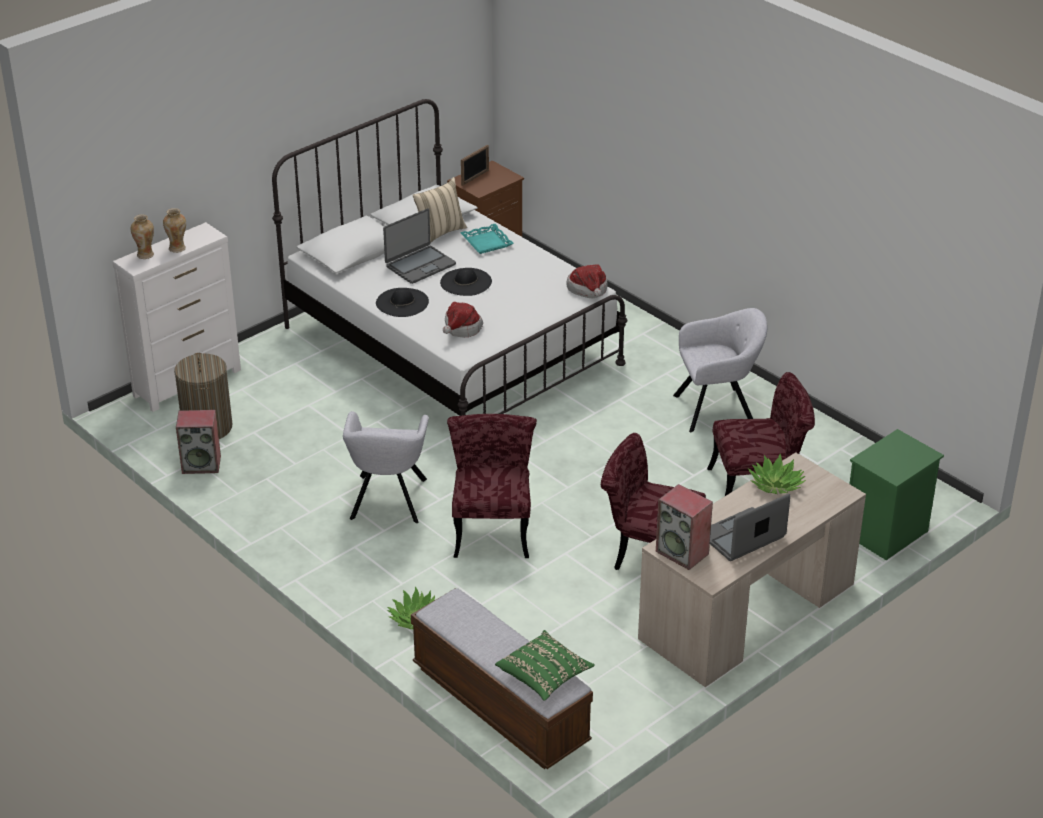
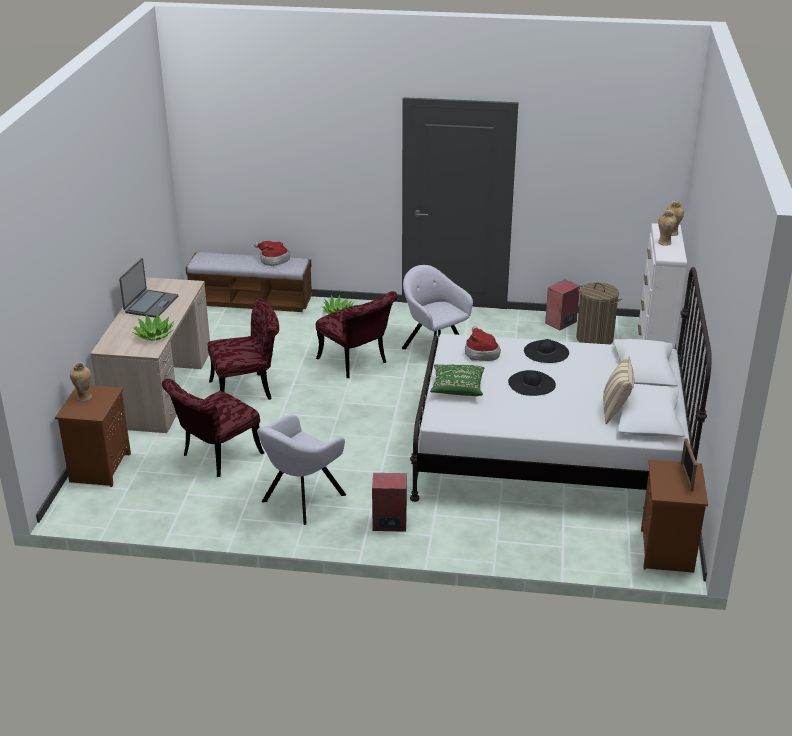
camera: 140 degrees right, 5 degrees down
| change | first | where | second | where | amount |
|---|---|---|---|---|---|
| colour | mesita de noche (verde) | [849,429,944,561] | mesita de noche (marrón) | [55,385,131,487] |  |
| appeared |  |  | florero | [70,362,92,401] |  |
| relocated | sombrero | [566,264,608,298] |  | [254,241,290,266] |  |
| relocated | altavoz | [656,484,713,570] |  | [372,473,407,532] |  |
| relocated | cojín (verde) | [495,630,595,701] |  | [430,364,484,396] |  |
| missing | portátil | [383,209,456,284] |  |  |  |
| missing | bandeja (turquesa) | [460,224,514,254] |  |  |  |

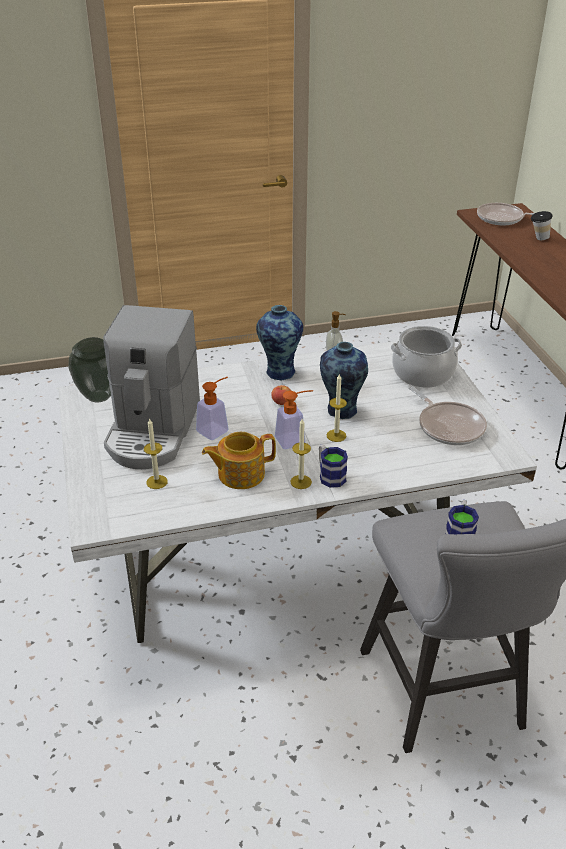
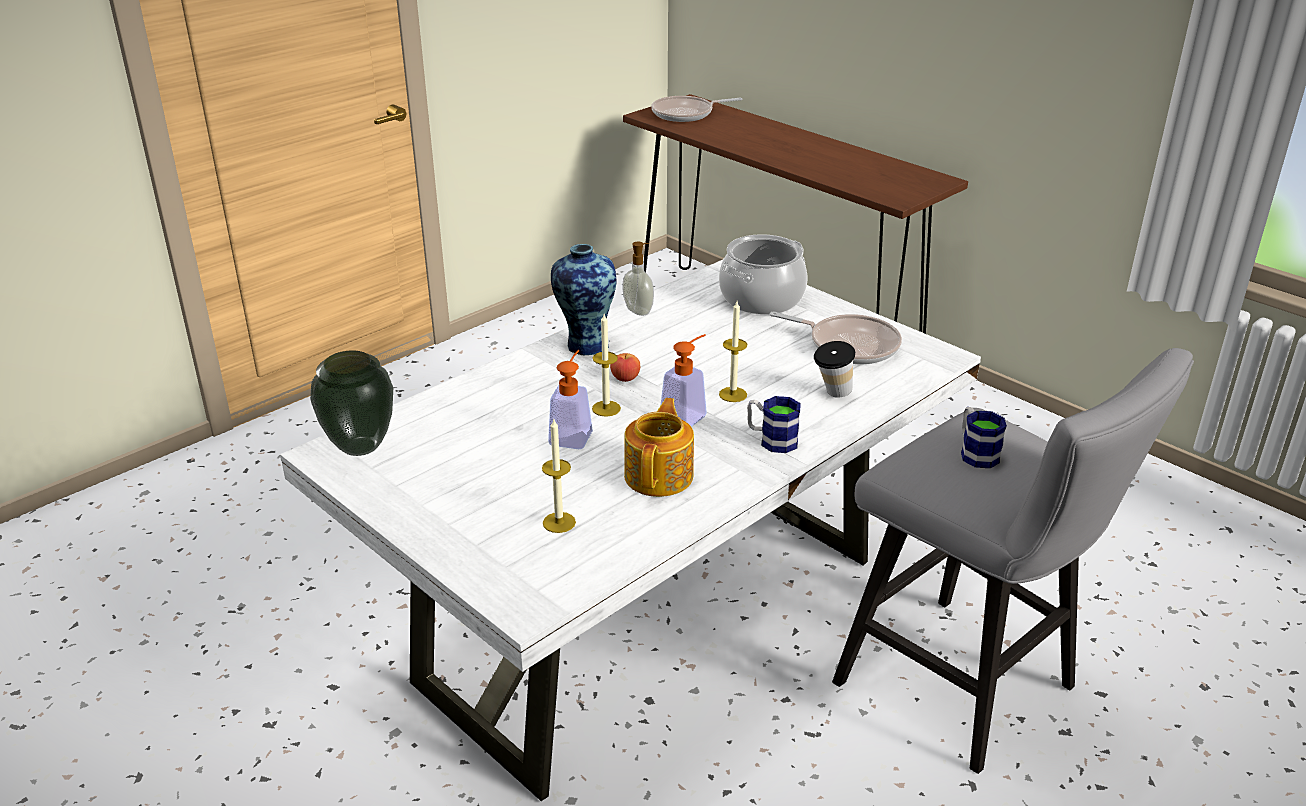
camera: 30 degrees left, 5 degrees down
| change | first | where | second | where | amount |
|---|---|---|---|---|---|
| relocated | vela | [290,419,312,489] |  | [592,314,621,417] |  |
| spun | tetera | [202,432,276,489] |  | [624,398,694,497] | 150 degrees clockwise |
| relocated | taza | [531,211,553,240] |  | [814,341,855,398] |  |
| missing | cafetera | [103,305,200,469] |  |  |  |
| missing | florero | [320,342,368,419] |  |  |  |

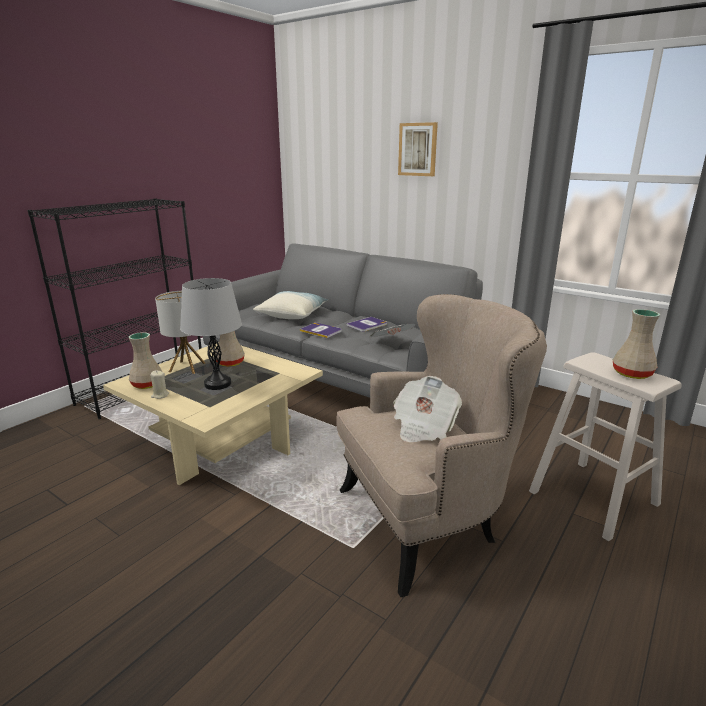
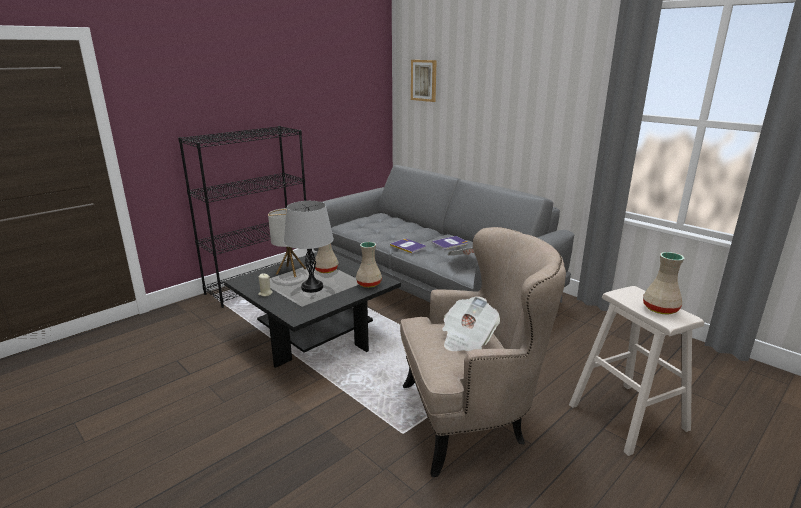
camera: 10 degrees right, 0 degrees up
| change | first | where | second | where | amount |
|---|---|---|---|---|---|
| colour | mesa de centro (beis) | [103,342,323,485] | mesa de centro (negro) | [224,252,401,368] |  |
| relocated | florero (beis) | [129,332,162,389] |  | [356,242,382,288] |  |
| relocated | cuadro | [398,122,438,176] |  | [411,60,437,102] |  |
| missing | cojín | [253,291,328,319] |  |  |  |

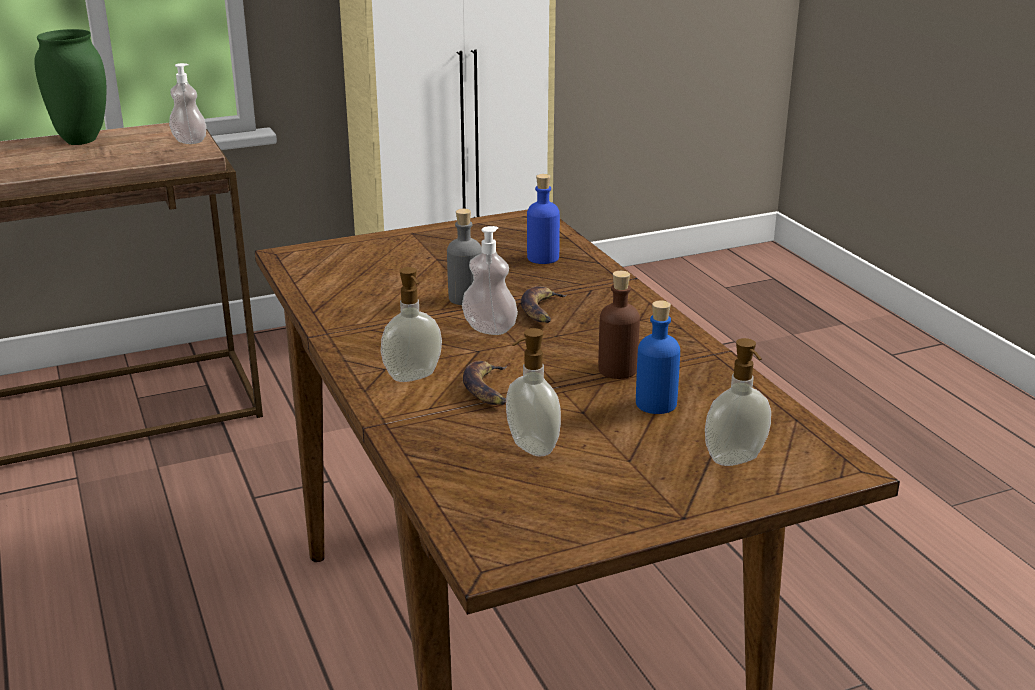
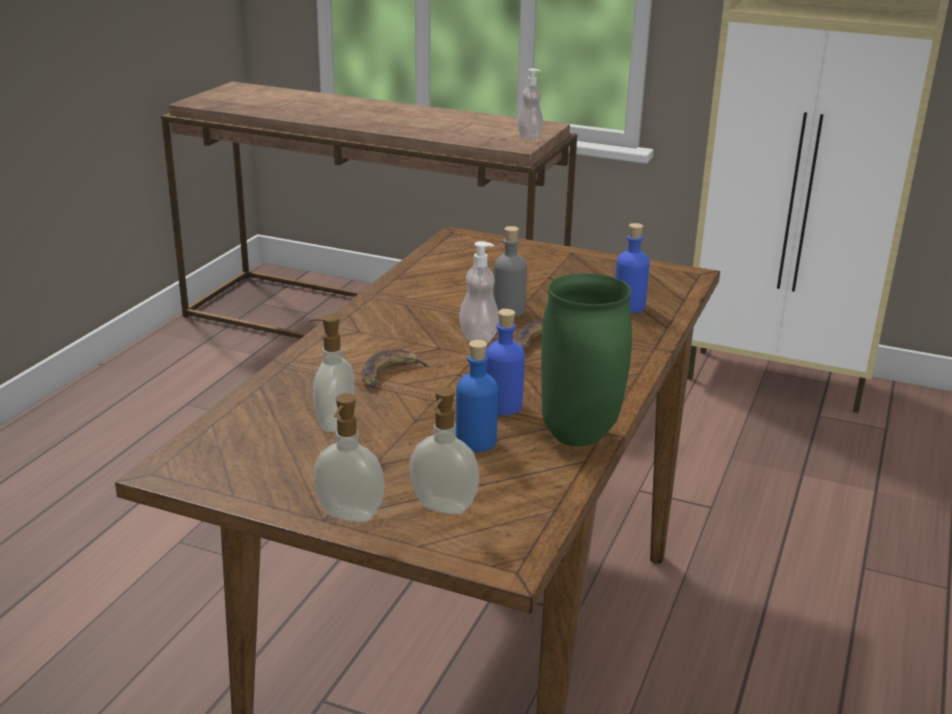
camera: 45 degrees right, 0 degrees up
| change | first | where | second | where | amount |
|---|---|---|---|---|---|
| relocated | dispensador de jabón | [381,267,442,382] |  | [313,393,385,522] |  |
| colour | botella (marrón) | [598,271,640,379] | botella (azul) | [485,309,525,415] |  |
| relocated | florero (verde) | [34,29,106,145] |  | [541,273,632,446] |  |

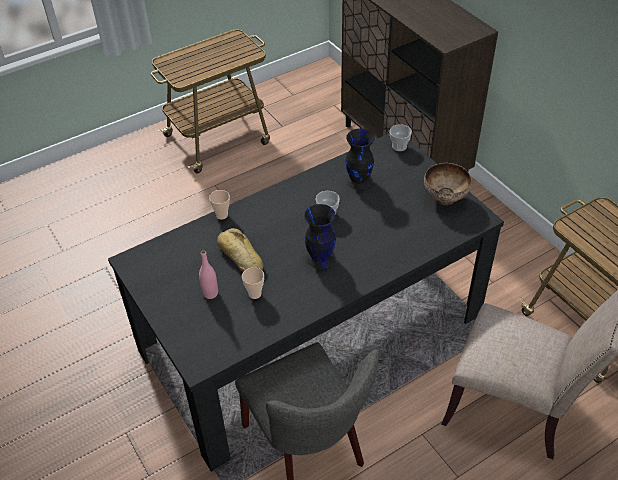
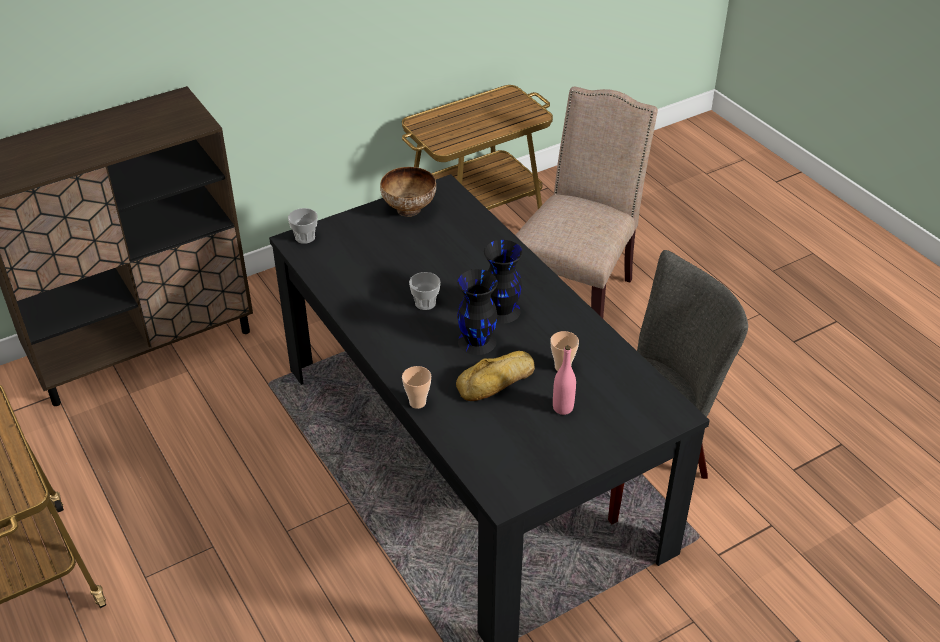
camera: 90 degrees left, 5 degrees down
| change | first | where | second | where | amount |
|---|---|---|---|---|---|
| relocated | florero (negro) | [345,128,375,190] |  | [457,269,498,355] |  |

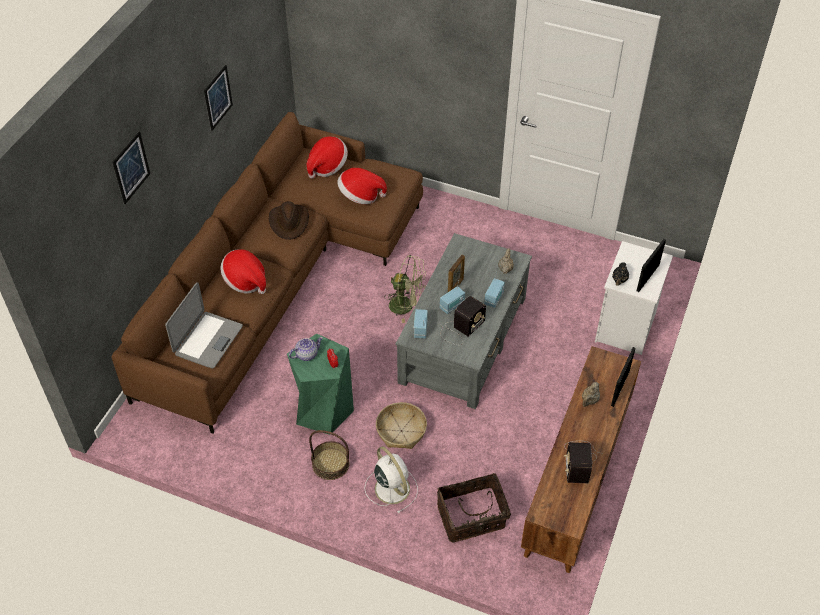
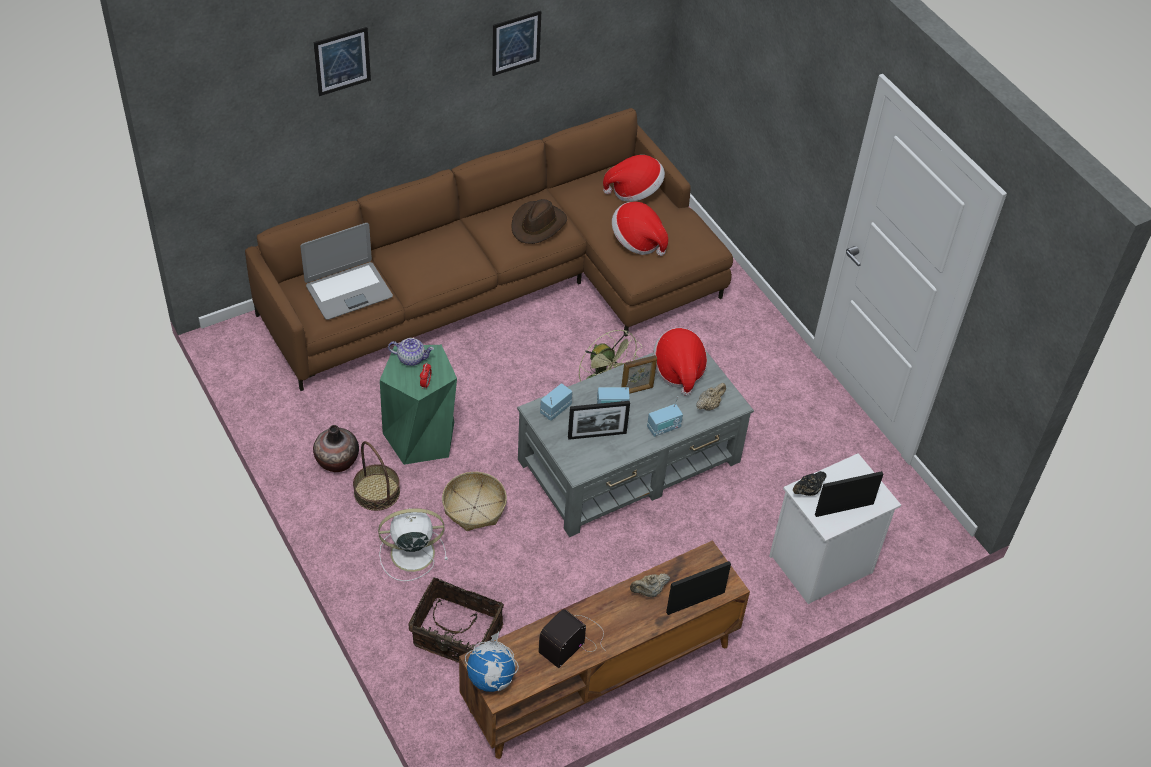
camera: 35 degrees right, 0 degrees up
| change | first | where | second | where | amount |
|---|---|---|---|---|---|
| appeared |  |  | florero | [313,425,359,472] |  |
| spun | ventilador (blanco) | [364,446,418,514] |  | [378,508,448,581] | 105 degrees counterclockwise |
| appeared |  |  | globo terráqueo | [465,631,519,692] |  |
| exchanged | radio | [439,296,486,345] | portarretratos | [568,401,630,440] |  |
| relocated | sombrero | [220,249,266,294] |  | [653,328,707,396] |  |

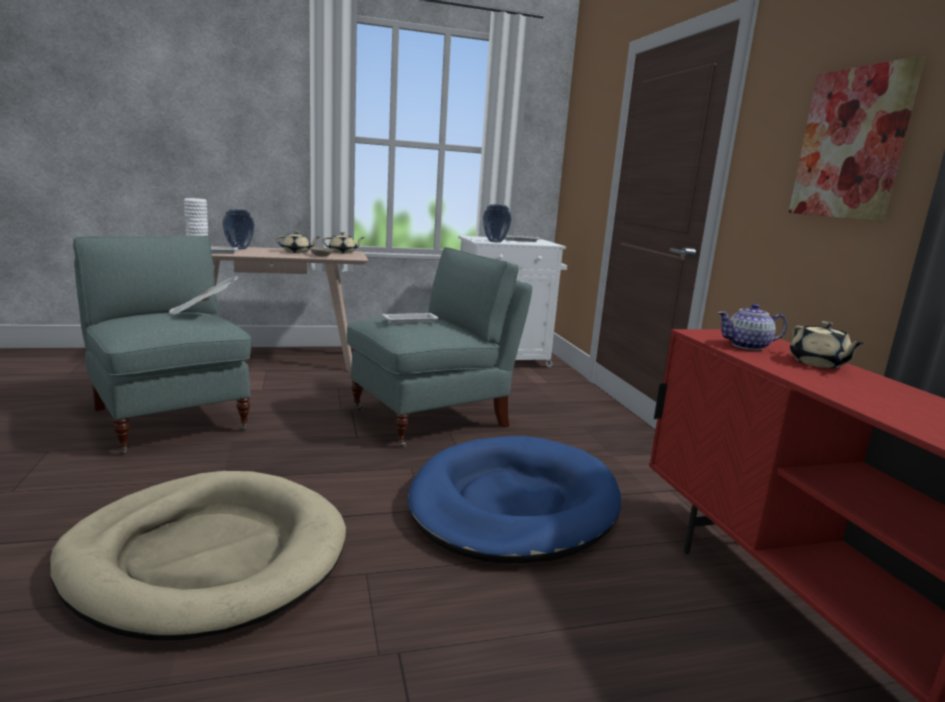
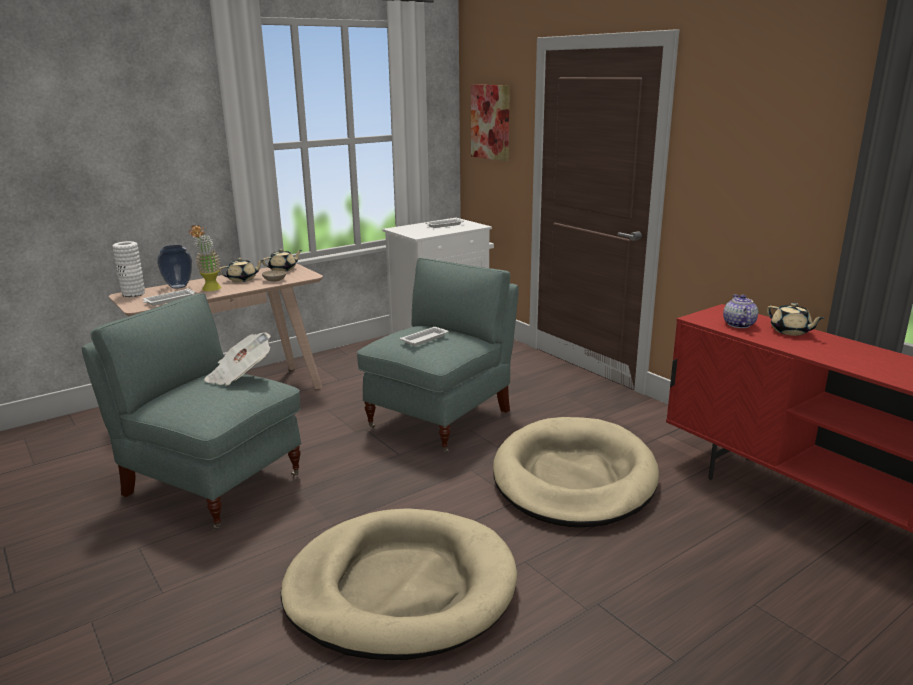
camera: 20 degrees left, 5 degrees up
| change | first | where | second | where | amount |
|---|---|---|---|---|---|
| appeared |  |  | planta en maceta | [189,225,222,291] |  |
| relocated | cuadro | [789,56,925,222] |  | [471,85,510,161] |  |
| colour | cama para perro (azul) | [408,436,621,563] | cama para perro (beis) | [493,417,659,527] |  |
| spun | tetera | [718,304,787,350] |  | [723,295,758,328] | 120 degrees clockwise |
| missing | florero | [483,204,512,242] |  |  |  |

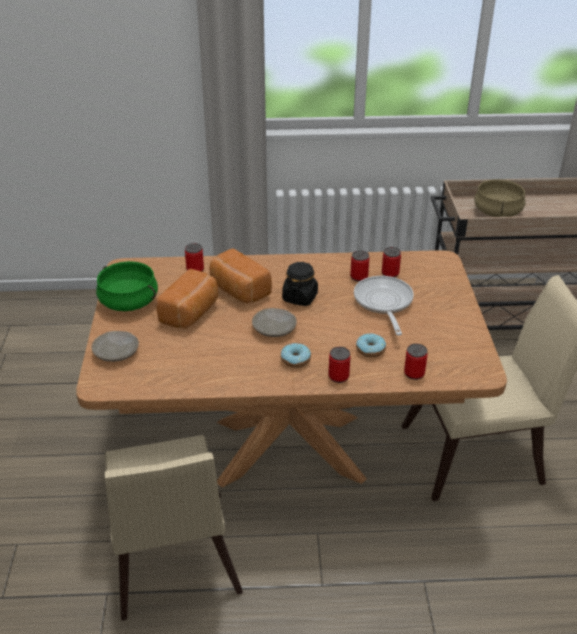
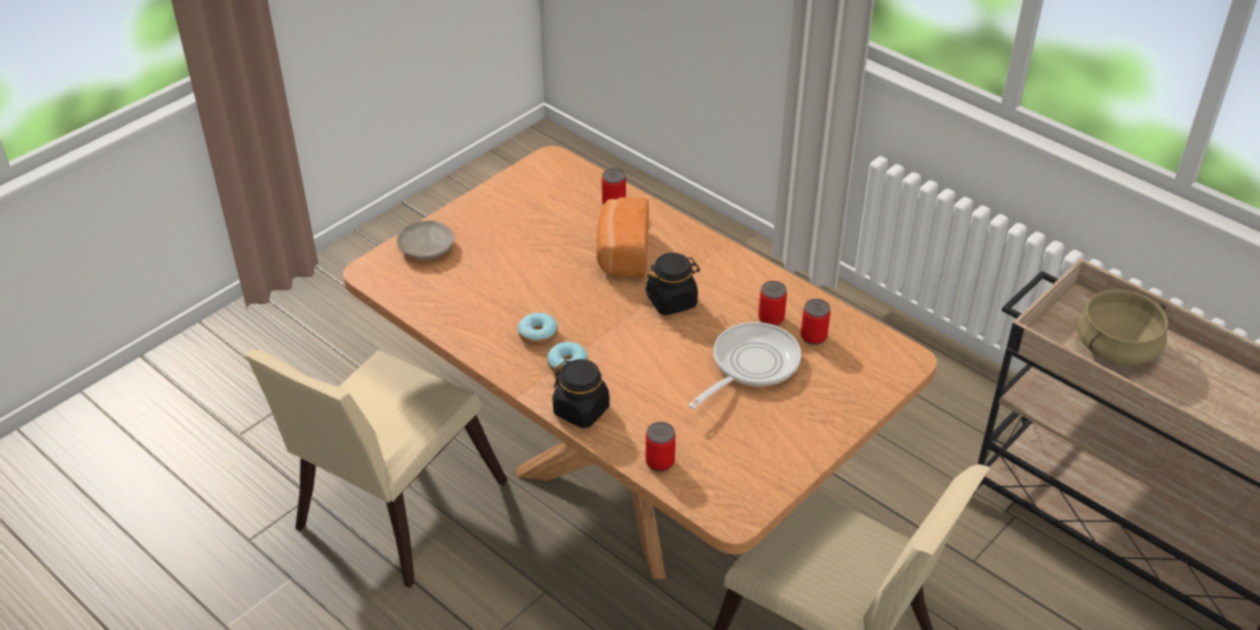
camera: 45 degrees right, 5 degrees up
| change | first | where | second | where | amount |
|---|---|---|---|---|---|
| relocated | rosquilla | [356,333,386,357] |  | [518,313,558,346] |  |
| exchanged | lata | [329,347,351,383] | tarro (negro) | [552,359,609,428] |  |
| missing | olla (verde) | [96,261,158,311] |  |  |  |
| missing | pan | [156,269,218,329] |  |  |  |
| missing | plato (beis) | [252,308,297,337] |  |  |  |

